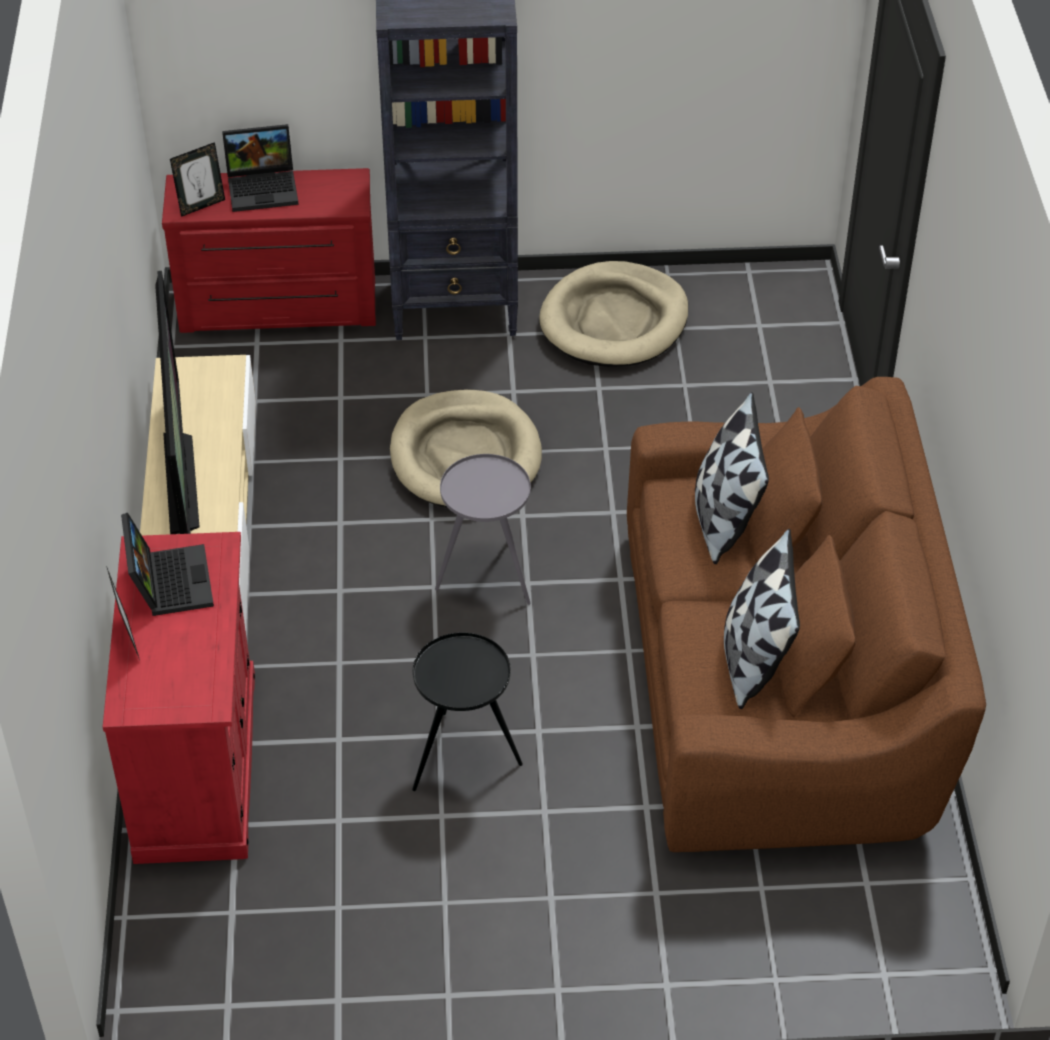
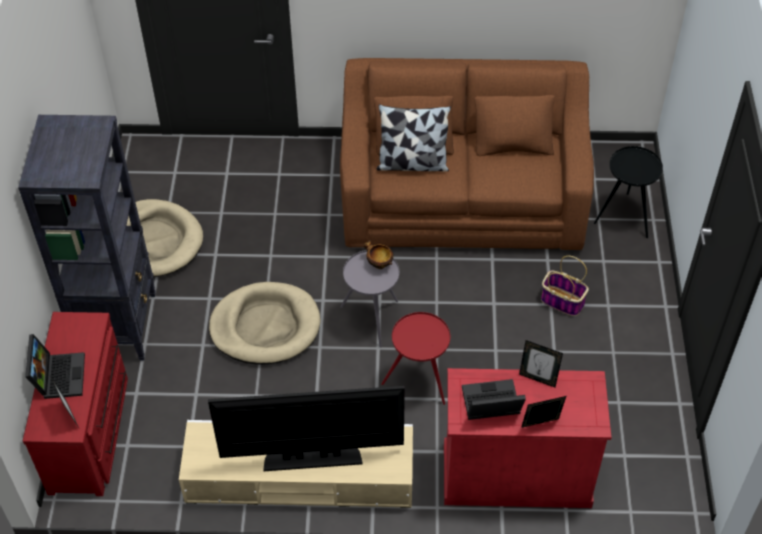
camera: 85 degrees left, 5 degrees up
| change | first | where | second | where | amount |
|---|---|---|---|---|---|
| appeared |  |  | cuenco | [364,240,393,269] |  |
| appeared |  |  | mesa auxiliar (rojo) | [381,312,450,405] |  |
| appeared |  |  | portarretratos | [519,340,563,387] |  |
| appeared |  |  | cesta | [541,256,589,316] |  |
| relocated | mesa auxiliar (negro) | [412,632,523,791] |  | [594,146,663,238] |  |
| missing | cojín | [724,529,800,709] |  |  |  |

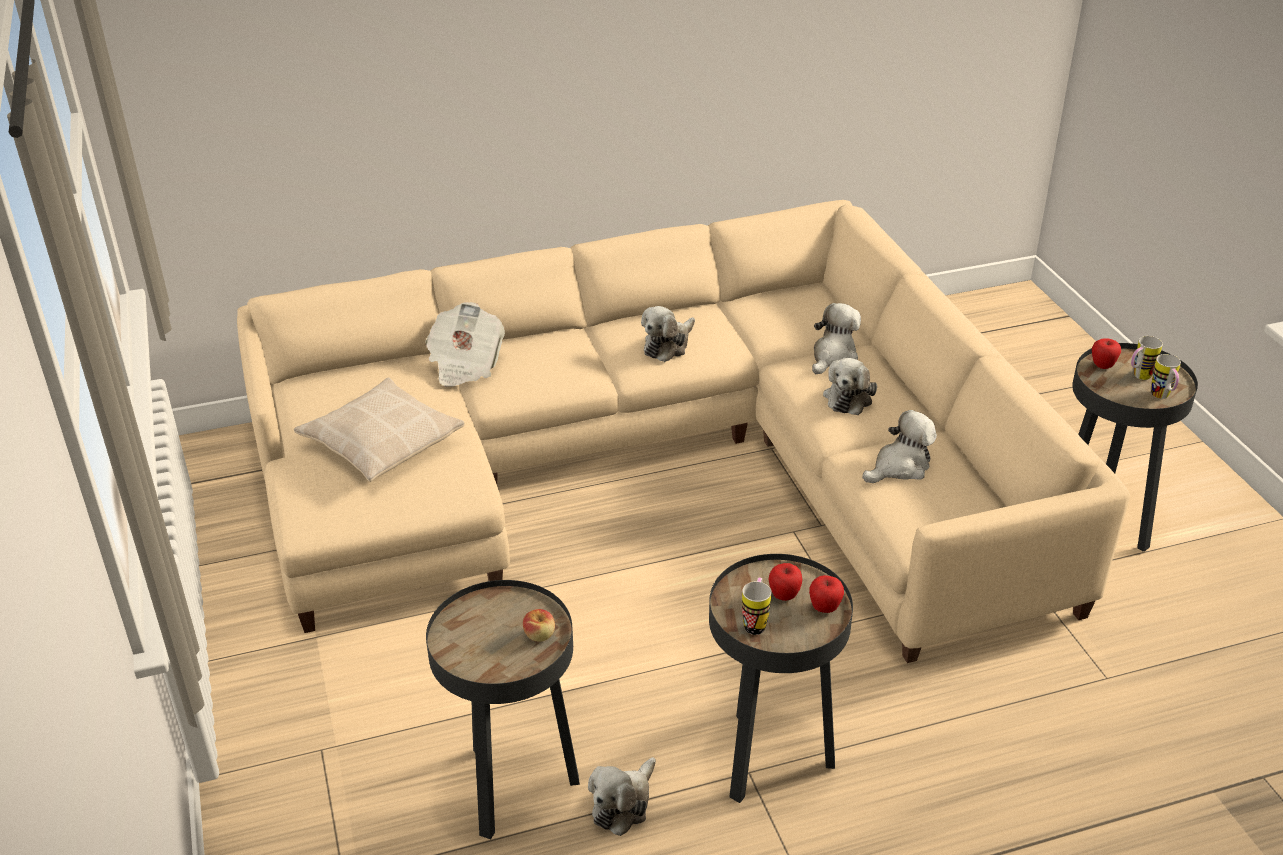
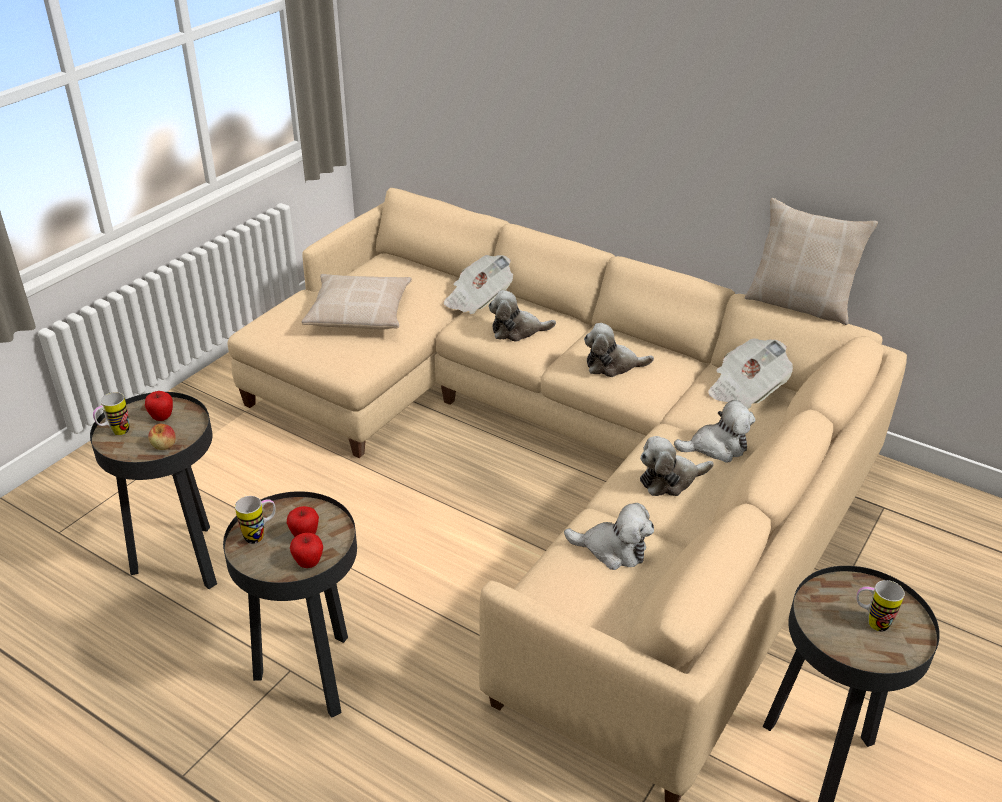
camera: 50 degrees right, 0 degrees up
| change | first | where | second | where | amount |
|---|---|---|---|---|---|
| relocated | taza grande | [1151,354,1181,399] |  | [93,392,129,435] |  |
| relocated | manzana | [1092,338,1121,369] |  | [145,391,173,421] |  |
| relocated | peluche | [588,757,656,836] |  | [488,290,556,342] |  |
| appeared |  |  | periódico | [708,338,793,409] |  |
| appeared |  |  | cojín (beis) | [745,198,878,325] |  |

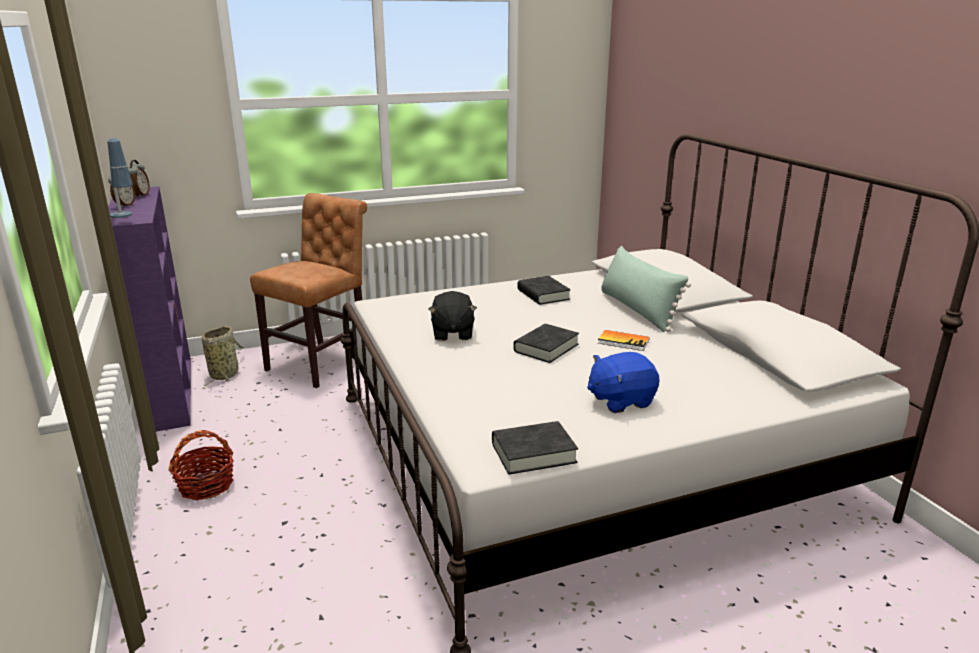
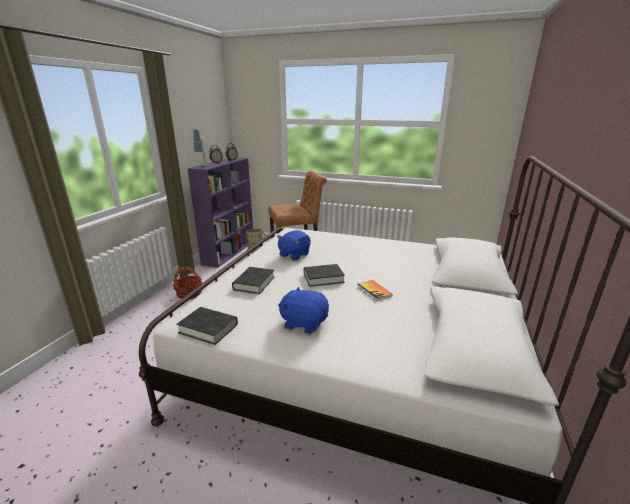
camera: 40 degrees right, 0 degrees up
| change | first | where | second | where | amount |
|---|---|---|---|---|---|
| relocated | libro (negro) | [517,276,571,305] |  | [232,267,274,294] |  |
| colour | peluche (negro) | [428,291,477,341] | peluche (azul) | [277,230,311,260] |  |
| missing | cojín (verde) | [601,246,691,332] |  |  |  |

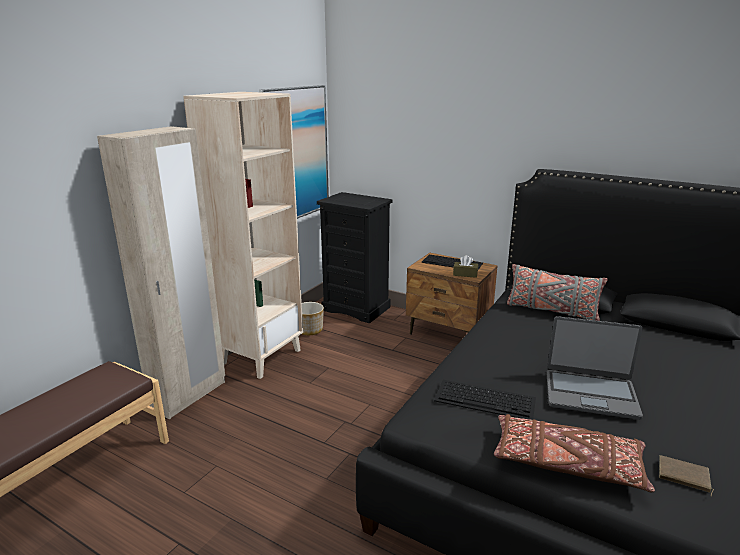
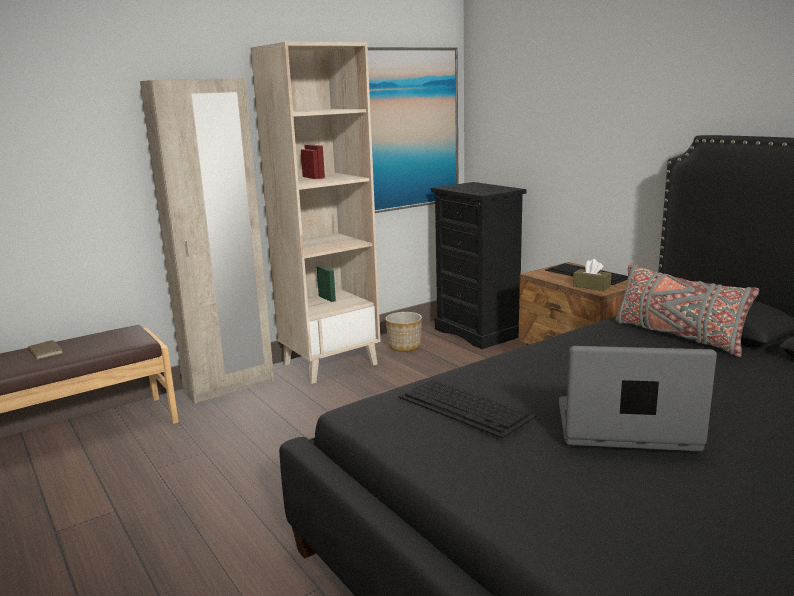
camera: 25 degrees right, 5 degrees down
| change | first | where | second | where | amount |
|---|---|---|---|---|---|
| relocated | libro (marrón) | [659,455,714,497] |  | [28,340,63,360] |  |
| spun | portátil | [546,316,643,420] |  | [559,346,717,451] | 150 degrees clockwise |
| missing | cojín (marrón) | [494,414,655,492] |  |  |  |

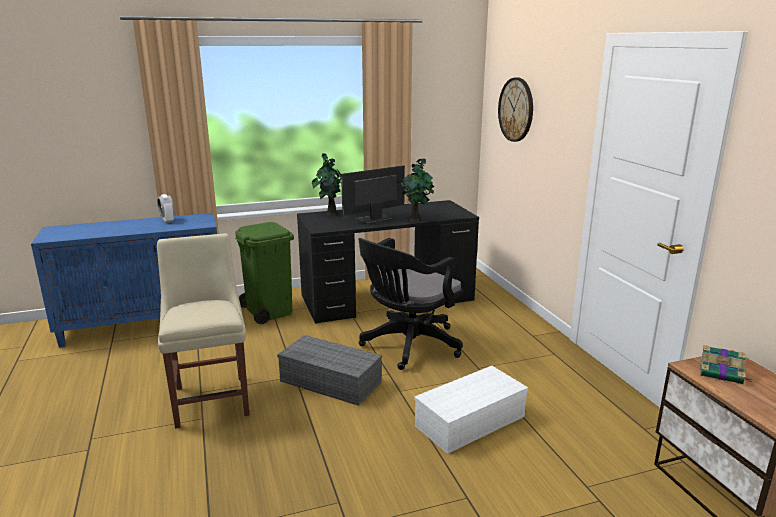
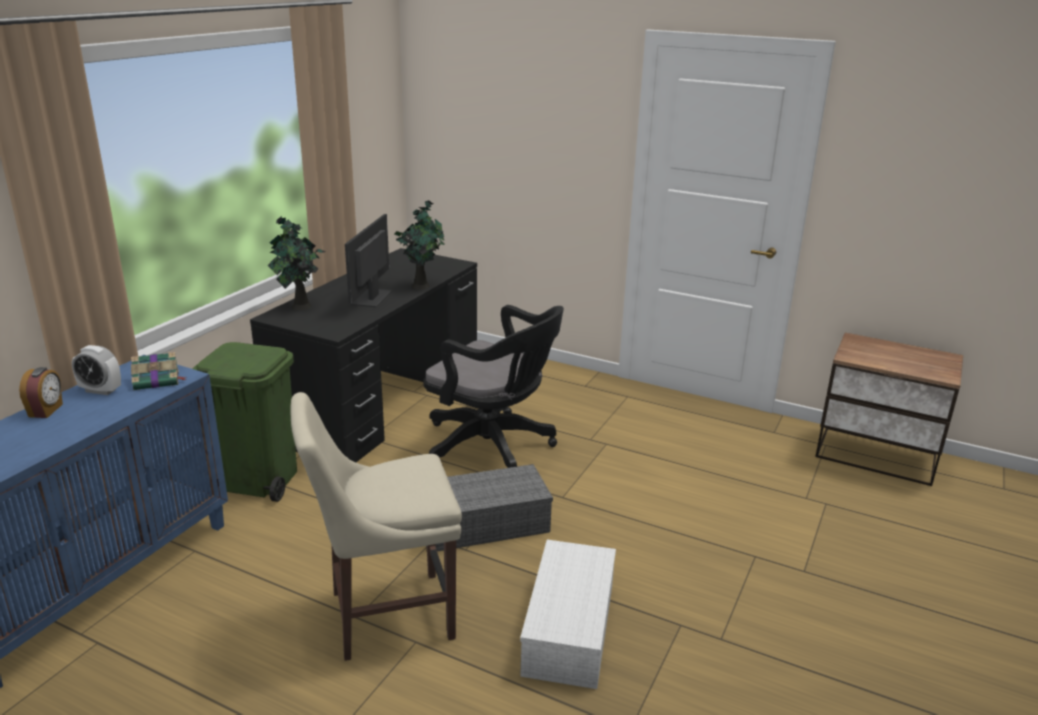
camera: 45 degrees left, 5 degrees up
| change | first | where | second | where | amount |
|---|---|---|---|---|---|
| appeared |  |  | despertador | [19,367,63,418] |  |
| relocated | libro | [700,345,752,384] |  | [131,352,187,390] |  |
| spun | silla (beis) | [157,233,249,428] |  | [291,392,462,661] | 45 degrees counterclockwise |
| spun | silla de oficina (negro) | [358,238,463,370] |  | [423,305,564,468] | 60 degrees counterclockwise |
| relocated | caja de almacenaje (blanco) | [414,366,528,454] |  | [520,540,616,689] |  |
| missing | reloj de pared | [498,78,533,142] |  |  |  |

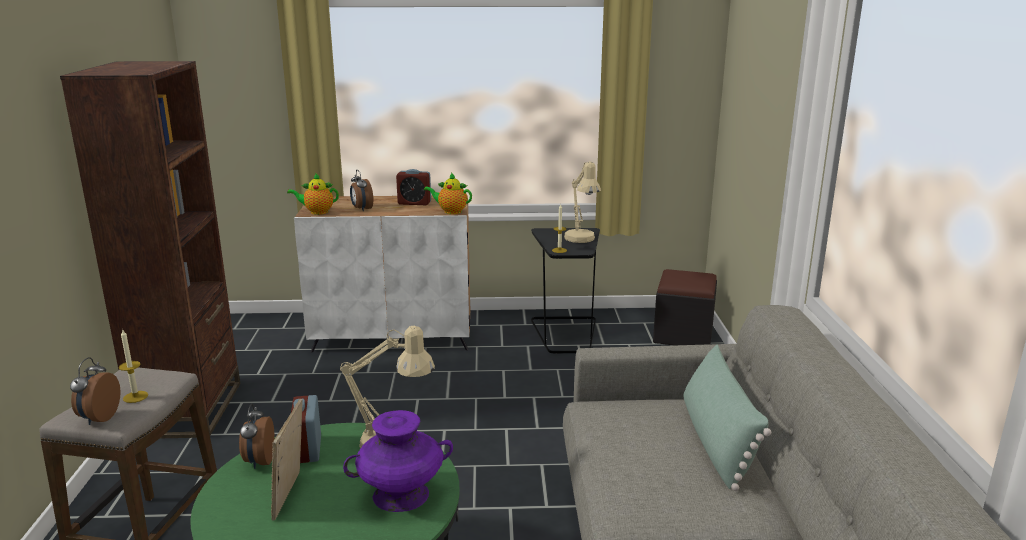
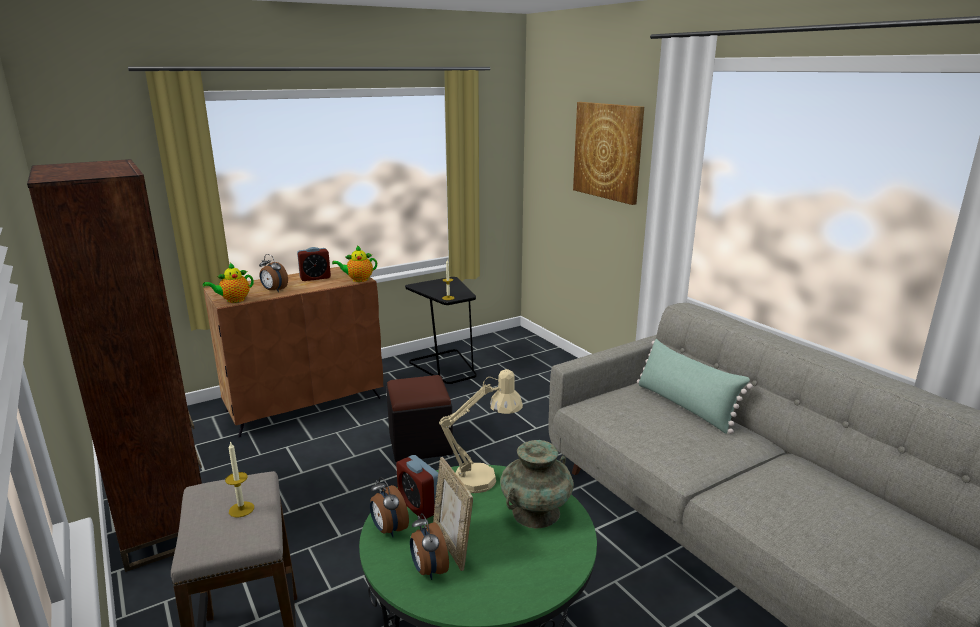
camera: 30 degrees left, 0 degrees up
| change | first | where | second | where | amount |
|---|---|---|---|---|---|
| colour | armario (blanco) | [294,195,471,353] | armario (marrón) | [204,267,383,437] |  |
| relocated | puf (negro) | [653,269,717,345] |  | [386,375,453,462] |  |
| relocated | despertador | [70,357,121,425] |  | [410,513,449,580] |  |
| colour | florero (morado) | [343,410,453,512] | florero (turquesa) | [500,440,574,529] |  |
| appeared |  |  | cuadro | [573,102,644,205] |  |
| missing | lámpara de mesa (beis) | [564,162,601,243] |  |  |  |

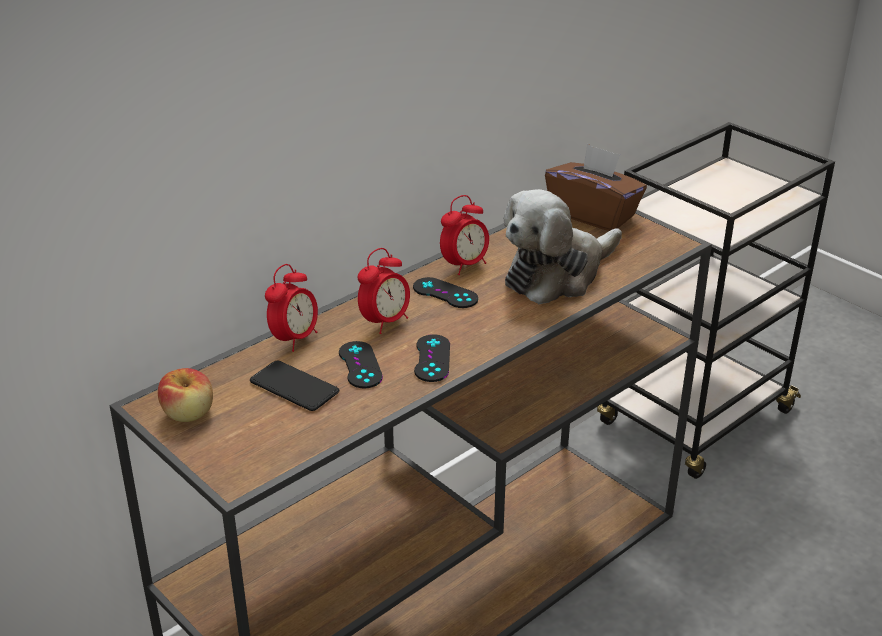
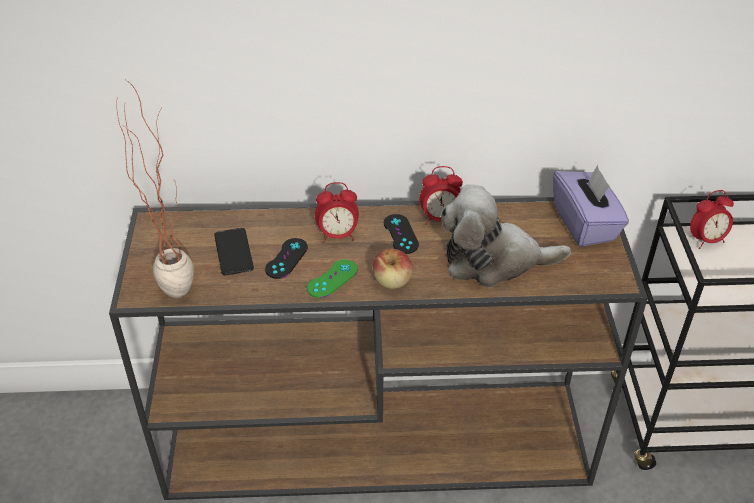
camera: 40 degrees right, 10 degrees up
| change | first | where | second | where | amount |
|---|---|---|---|---|---|
| appeared |  |  | planta en maceta | [116,80,194,298] |  |
| colour | mando de consola (negro) | [414,334,450,382] | mando de consola (verde) | [307,259,358,298] |  |
| relocated | manzana | [158,368,213,422] |  | [373,248,413,289] |  |
| colour | caja de pañuelos (marrón) | [545,144,647,231] | caja de pañuelos (morado) | [553,165,629,247] |  |
| relocated | despertador | [265,264,318,352] |  | [690,190,734,249] |  |

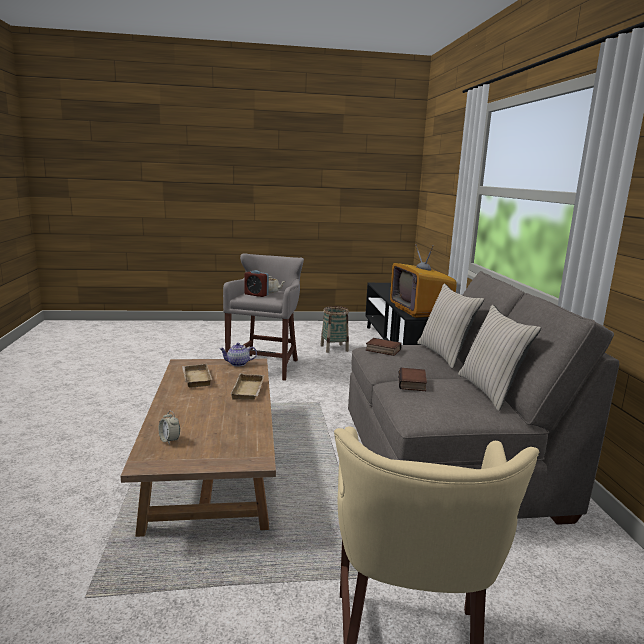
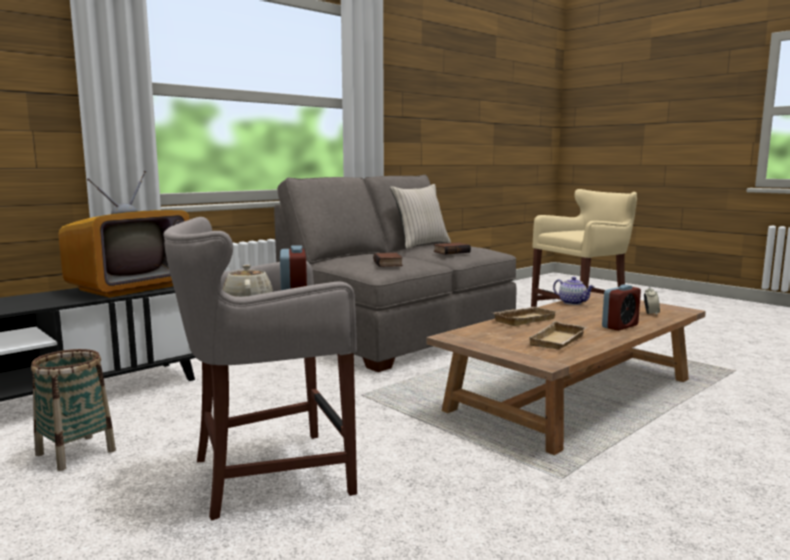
camera: 125 degrees left, 5 degrees down
| change | first | where | second | where | amount |
|---|---|---|---|---|---|
| relocated | tetera | [219,343,257,366] |  | [553,277,594,305] |  |
| appeared |  |  | despertador | [602,284,641,331] |  |
| missing | cojín (beis) | [417,284,484,369] |  |  |  |

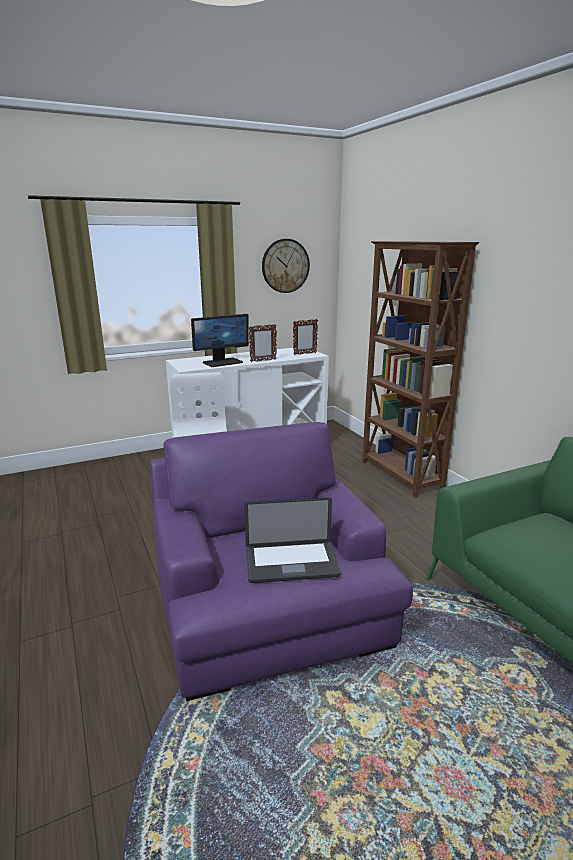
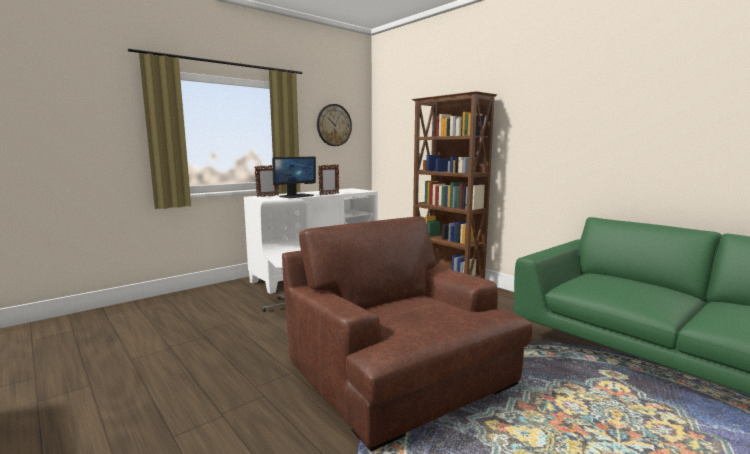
camera: 15 degrees left, 10 degrees down
| change | first | where | second | where | amount |
|---|---|---|---|---|---|
| relocated | portarretratos | [293,319,318,355] |  | [254,165,279,197] |  |
| colour | sillón (morado) | [151,422,413,701] | sillón (marrón) | [282,216,533,452] |  |
| missing | portátil | [244,497,340,583] |  |  |  |

